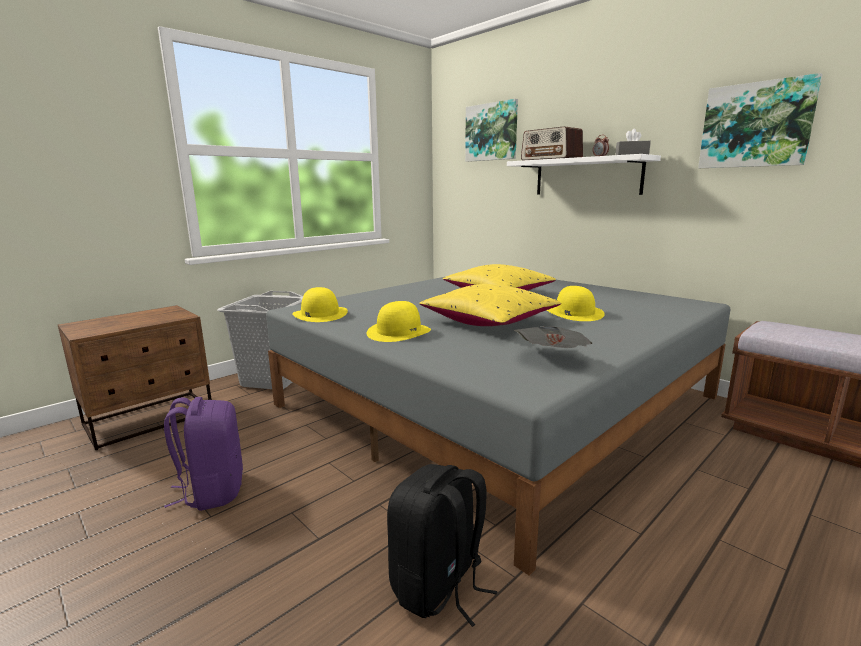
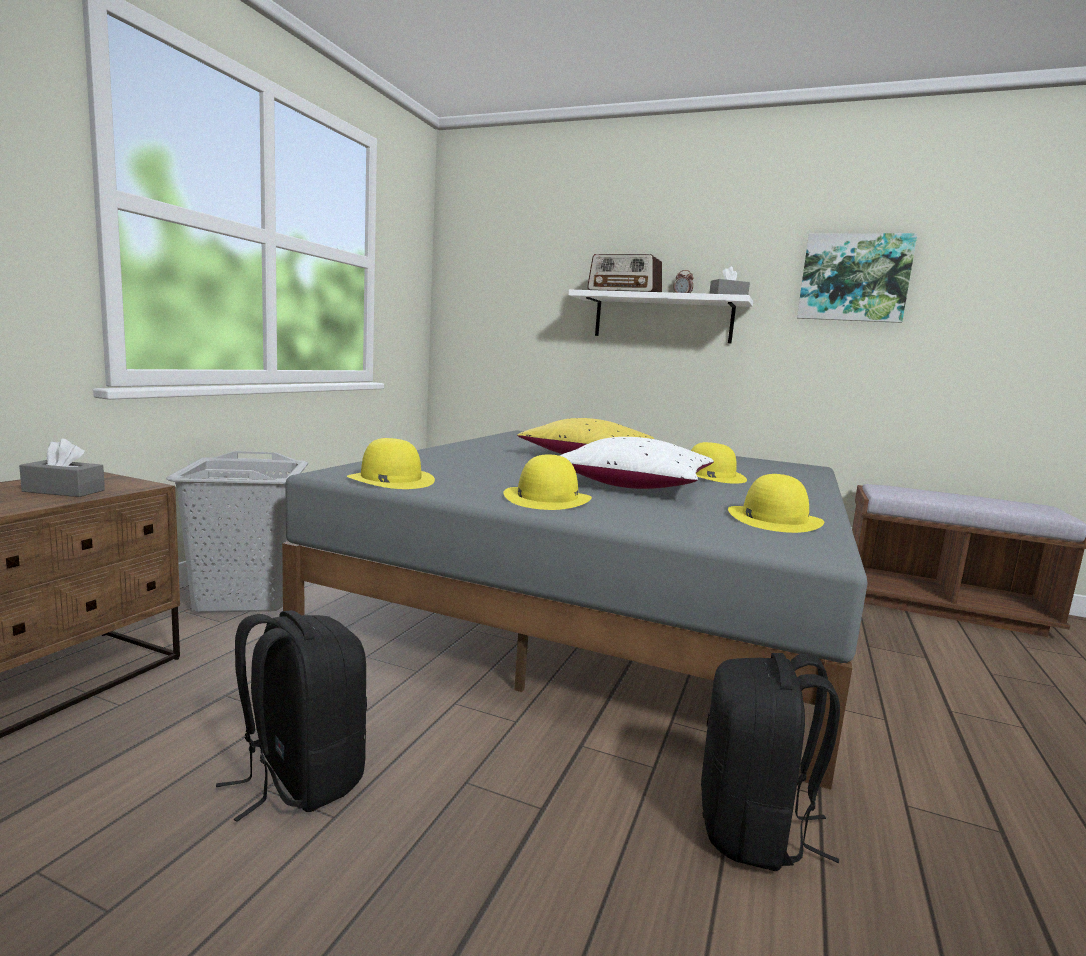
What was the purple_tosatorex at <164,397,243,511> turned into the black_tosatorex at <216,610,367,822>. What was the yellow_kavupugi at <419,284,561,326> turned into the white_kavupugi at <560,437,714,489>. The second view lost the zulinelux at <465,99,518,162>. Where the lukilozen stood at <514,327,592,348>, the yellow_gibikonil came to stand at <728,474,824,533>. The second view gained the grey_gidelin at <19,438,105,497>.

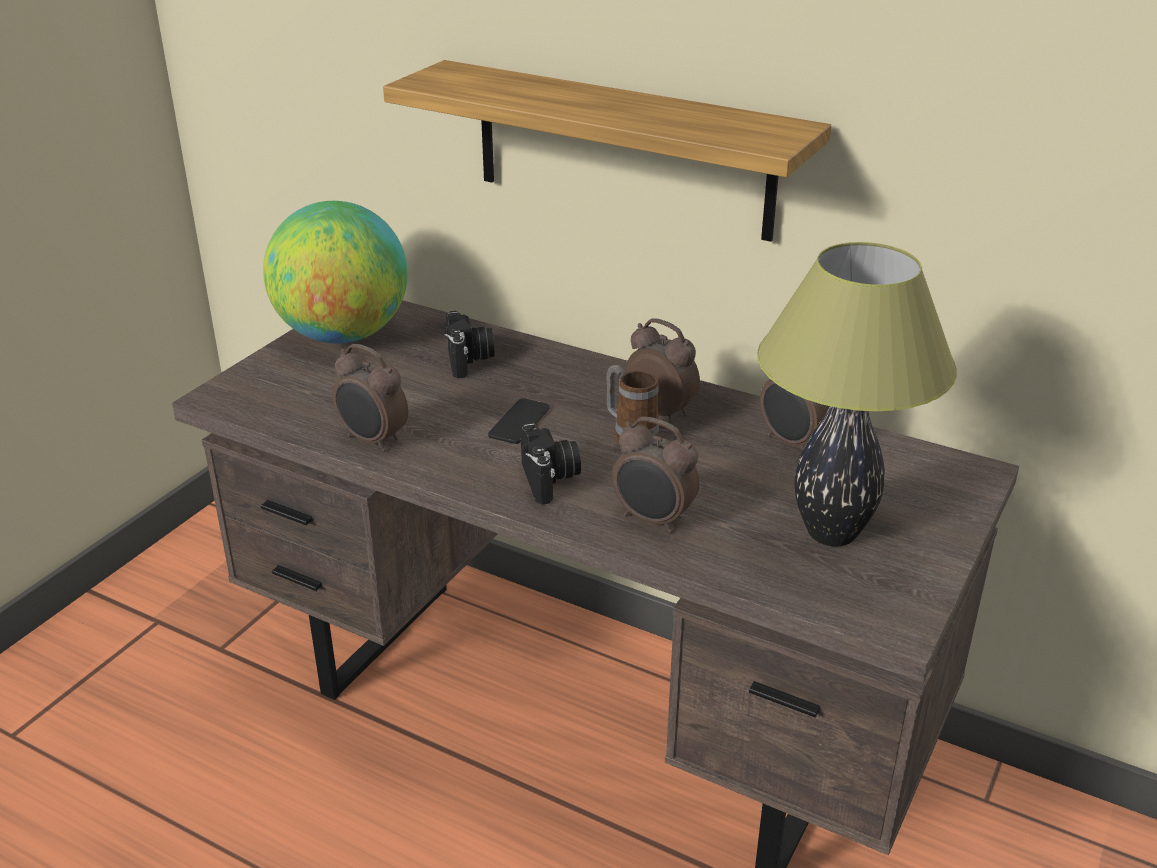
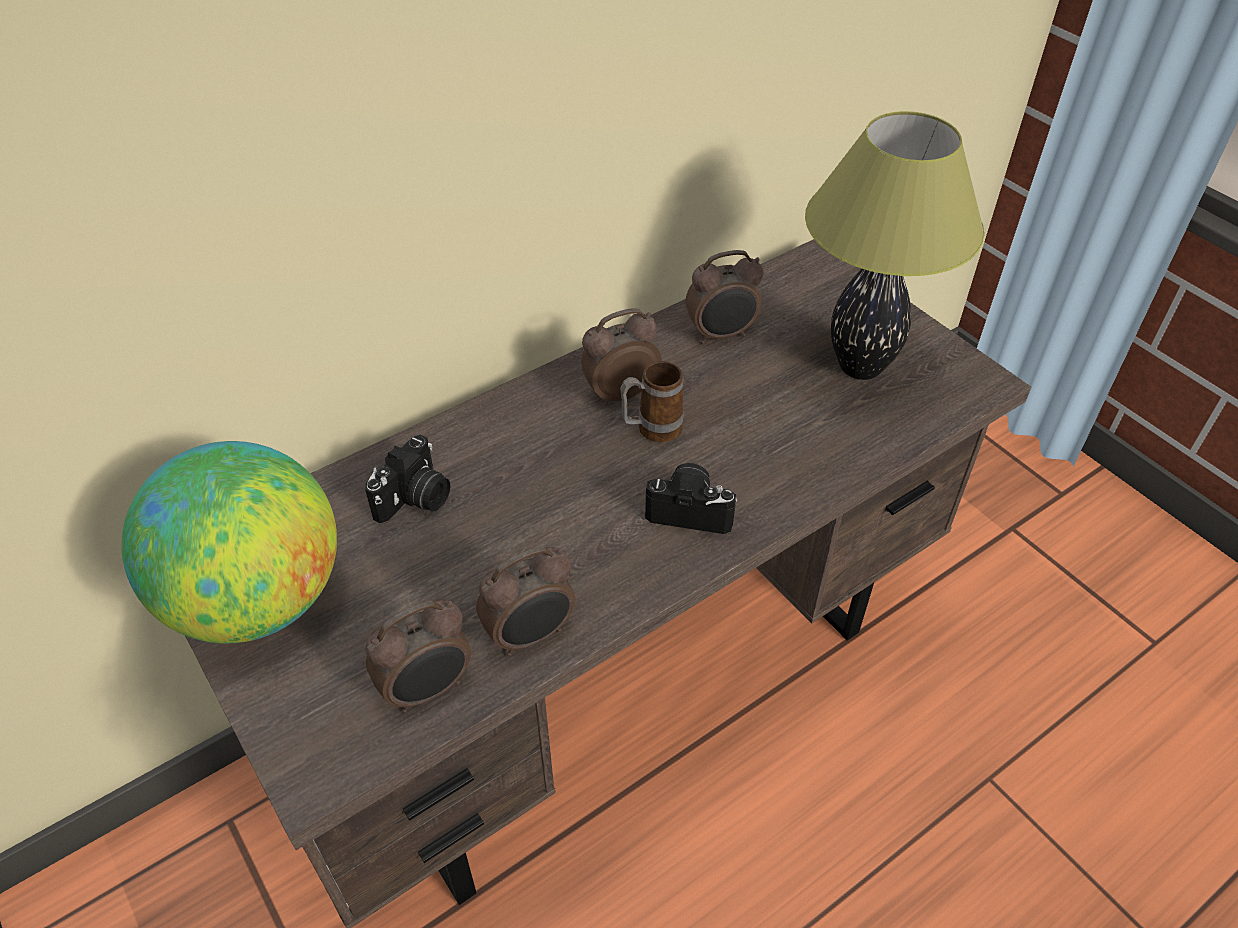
The second view lost the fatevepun at <383,60,831,242>. The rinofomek at <444,311,494,378> ended up facing another way, 105 degrees clockwise from before. The second view lost the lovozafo at <488,398,550,444>. The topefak ended up elsewhere, having gone from <612,417,699,533> to <366,600,471,713>.

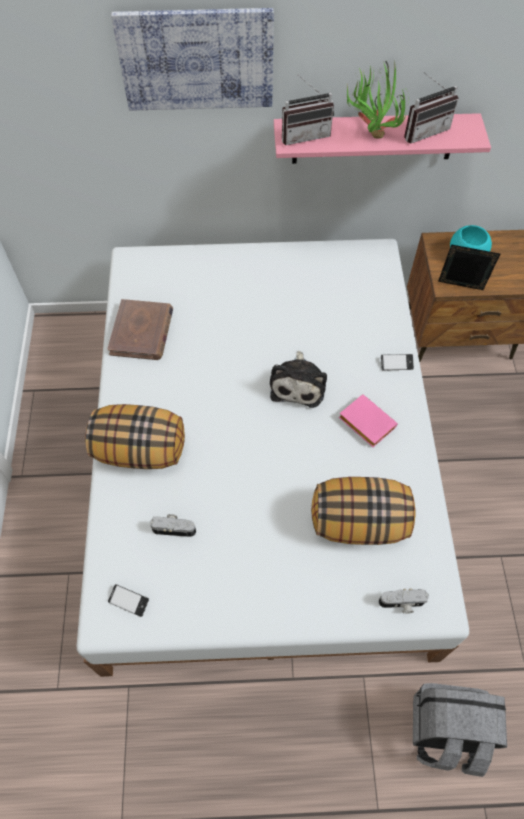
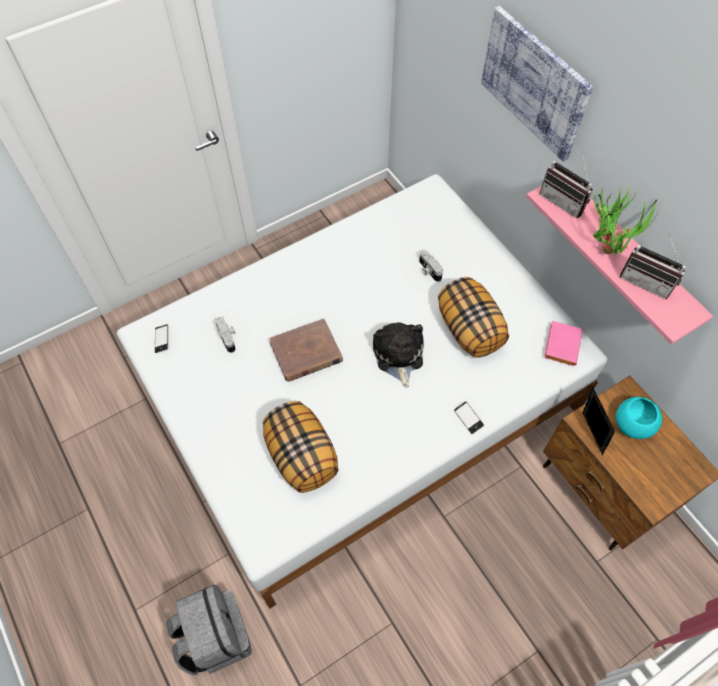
The kavupugi ended up elsewhere, having gone from <85,404,185,469> to <438,277,509,358>. The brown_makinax ended up elsewhere, having gone from <107,299,173,360> to <269,318,343,382>. The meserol at <270,351,327,408> ended up facing another way, 105 degrees clockwise from before. The pink_makinax ended up elsewhere, having gone from <339,394,398,447> to <544,321,583,366>. The rinofomek ended up elsewhere, having gone from <379,589,429,614> to <419,250,443,282>.

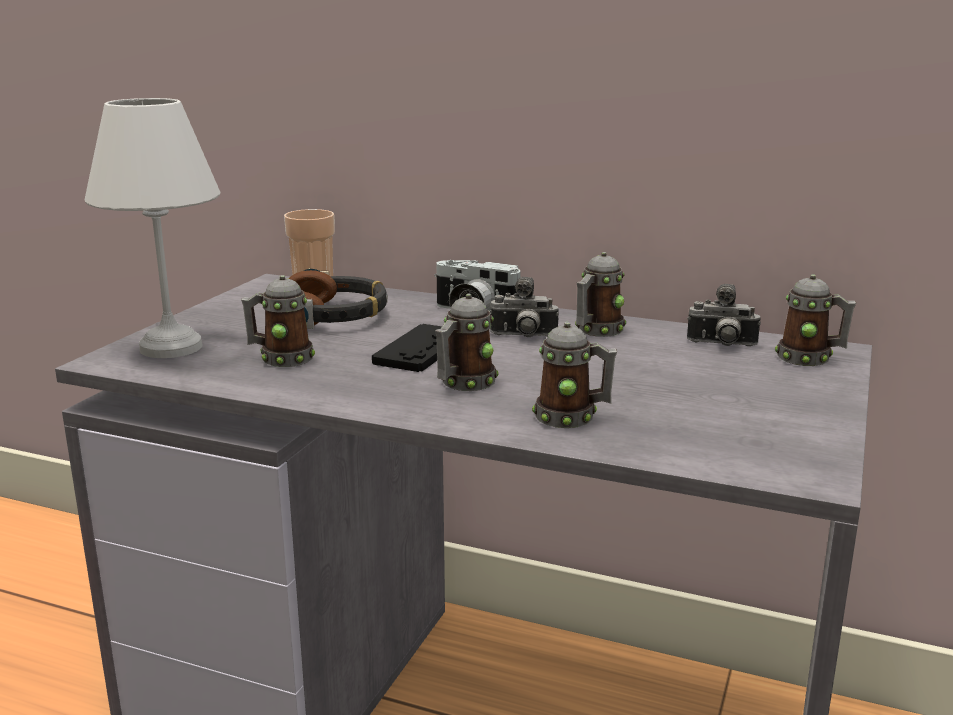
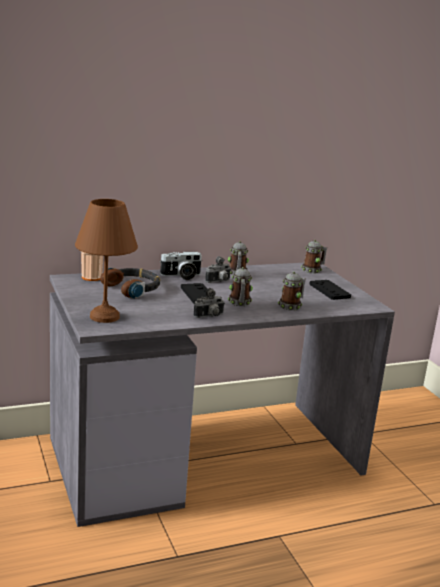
What was the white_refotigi at <85,98,220,358> turned into the brown_refotigi at <75,199,138,323>. The second view lost the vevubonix at <241,275,315,367>. The rinofomek ended up elsewhere, having gone from <687,284,761,346> to <193,288,224,318>. The second view gained the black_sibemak at <309,280,351,300>.

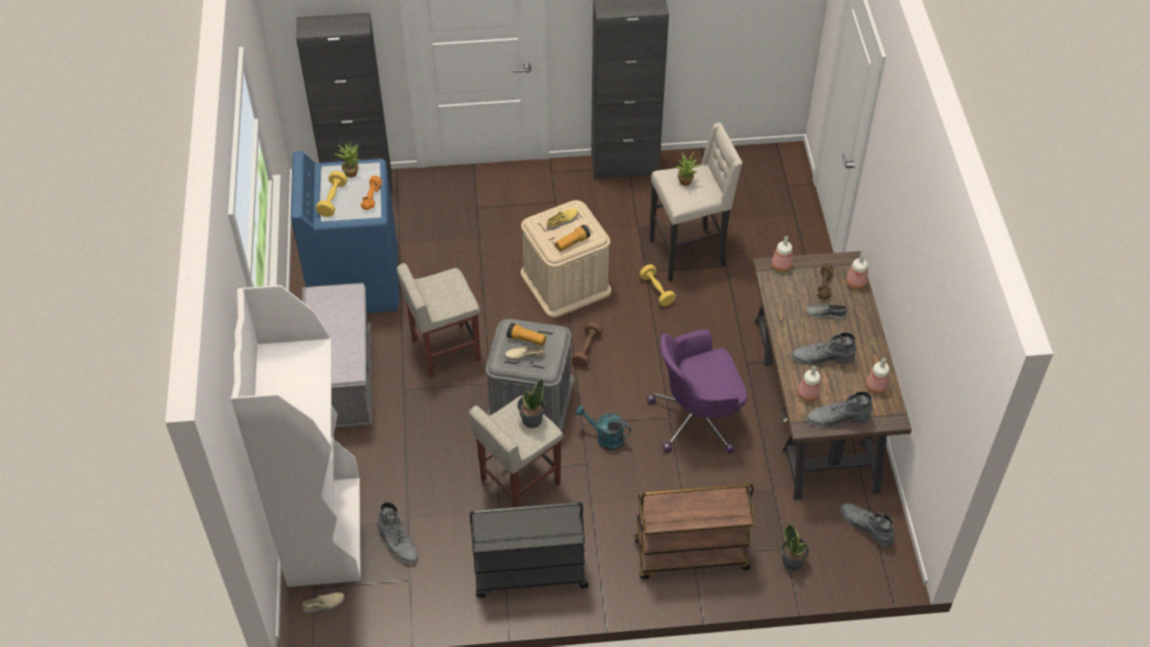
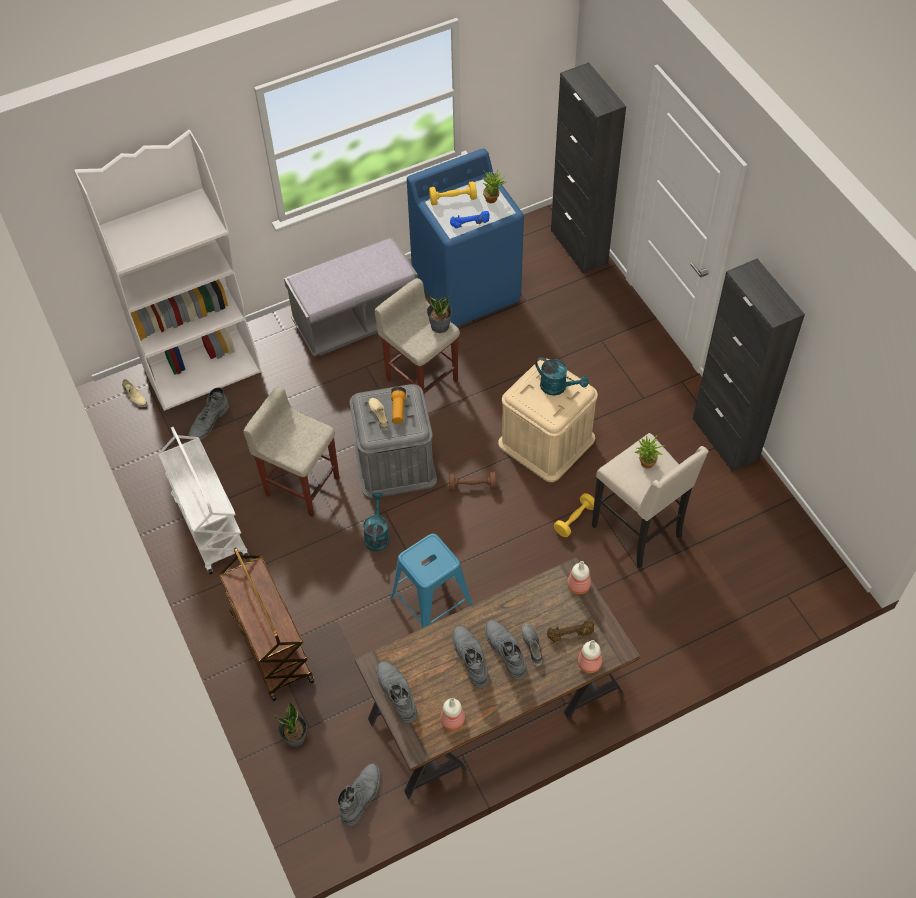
What was the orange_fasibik at <361,176,382,210> turned into the blue_fasibik at <450,211,490,229>. What was the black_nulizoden at <470,502,589,598> turned into the white_nulizoden at <158,427,249,574>. The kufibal ended up elsewhere, having gone from <517,379,545,428> to <427,295,452,333>. Where the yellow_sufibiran stood at <547,208,578,230>, the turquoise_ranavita came to stand at <535,357,589,396>. The second view lost the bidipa at <555,225,590,252>. Where the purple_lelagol stood at <647,330,747,454>, the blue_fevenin came to stand at <390,534,472,628>. The second view lost the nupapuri at <798,366,820,402>. The second view gained the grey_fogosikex at <485,620,527,680>.

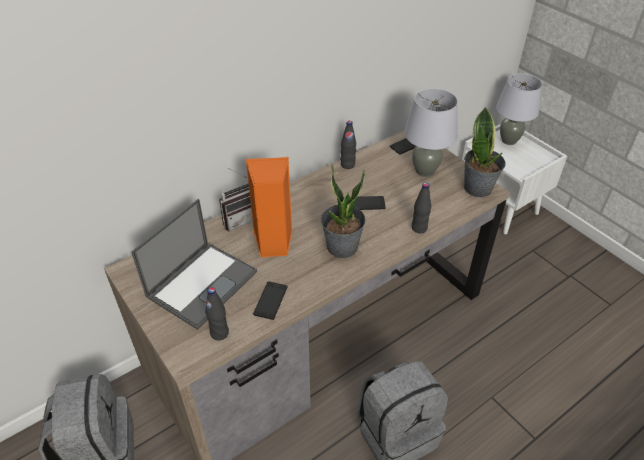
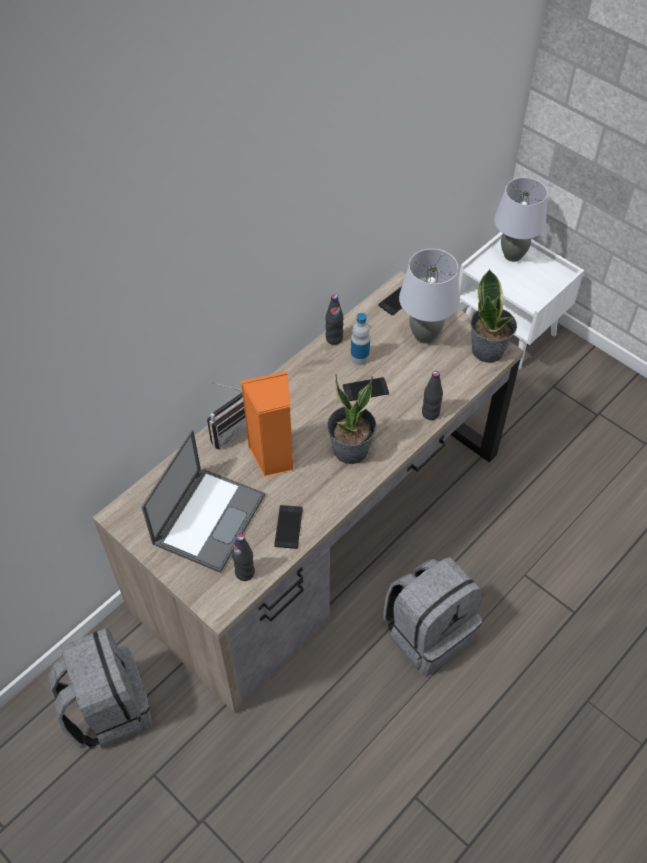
The second view gained the nupapuri at <351,313,370,365>.

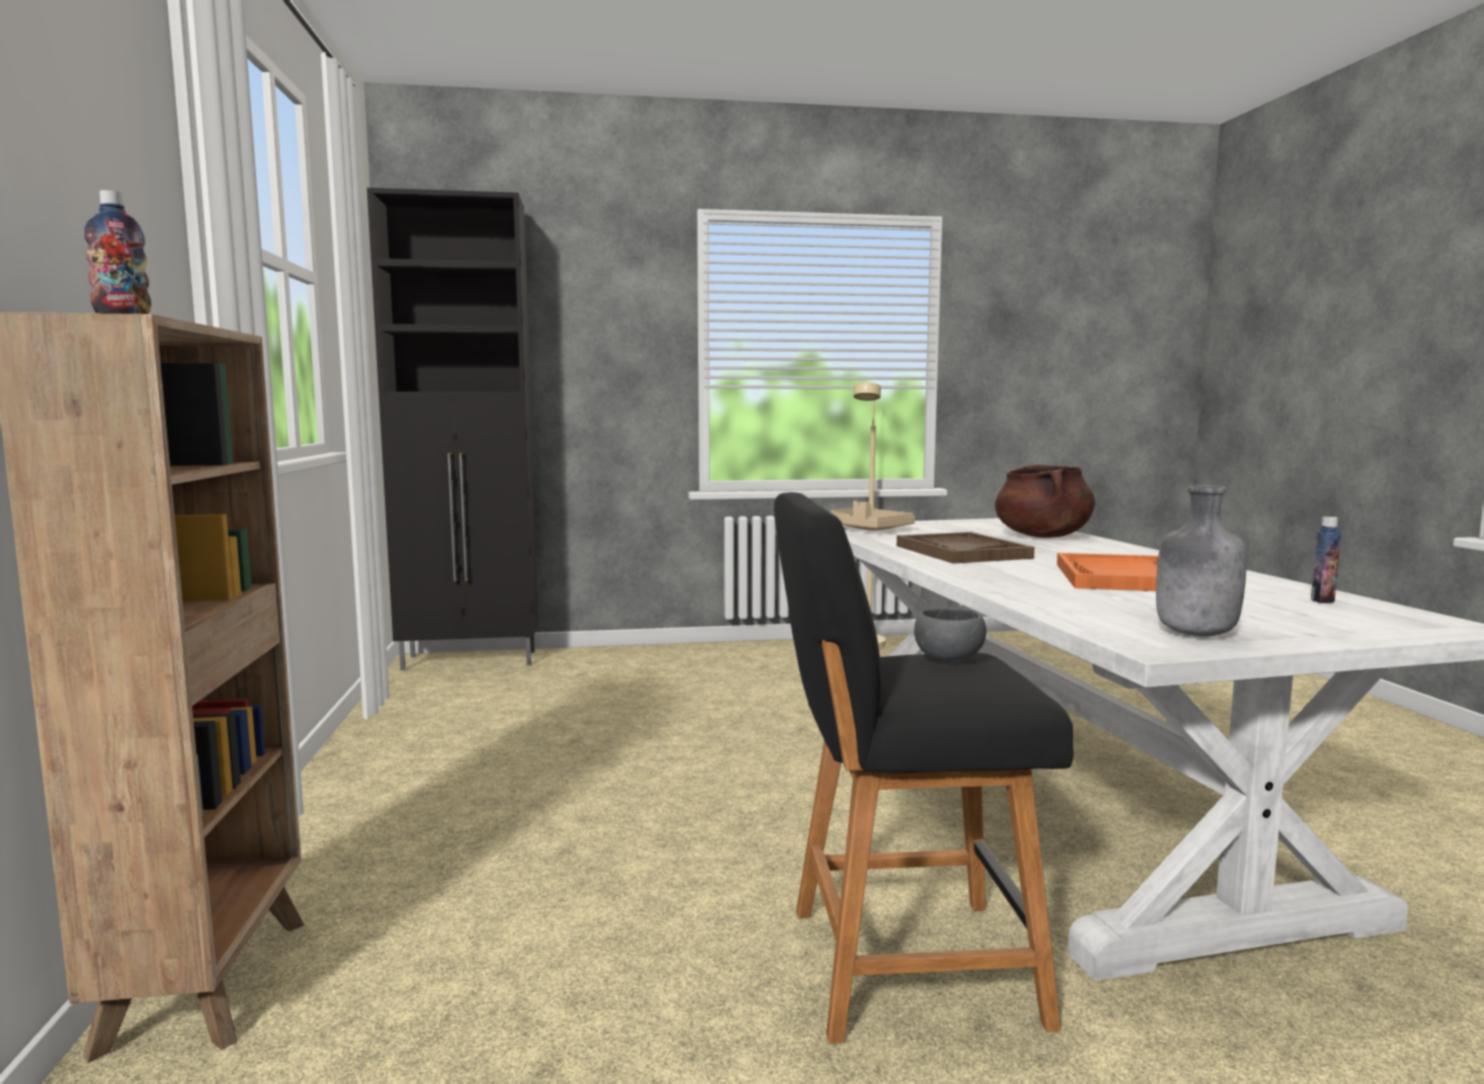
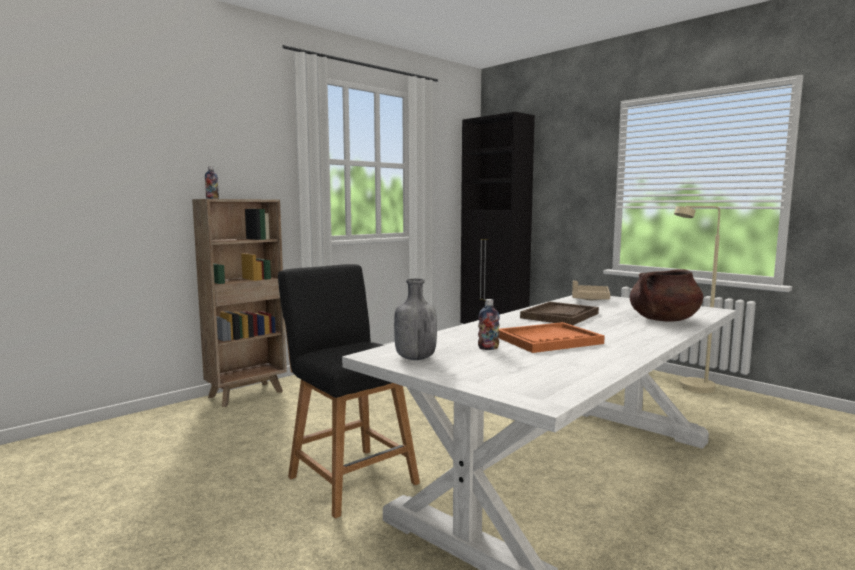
The second view lost the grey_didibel at <914,608,986,662>. The nupapuri ended up elsewhere, having gone from <1311,517,1341,603> to <478,299,500,350>.

